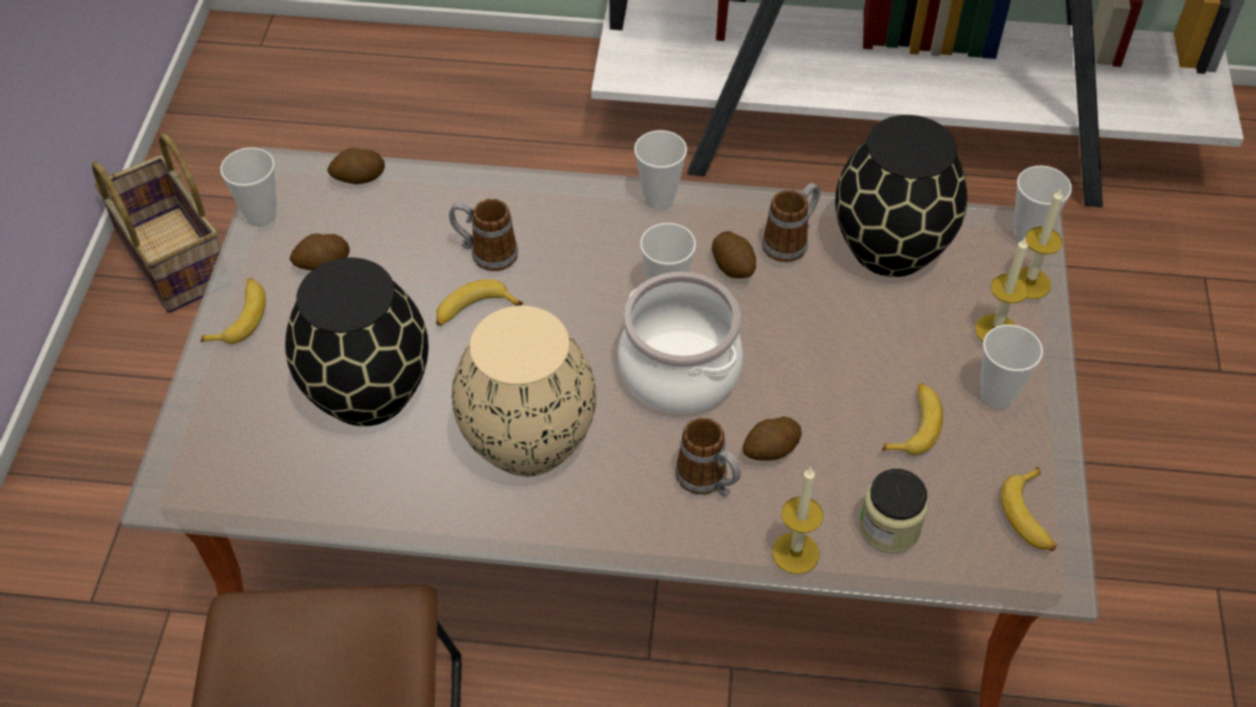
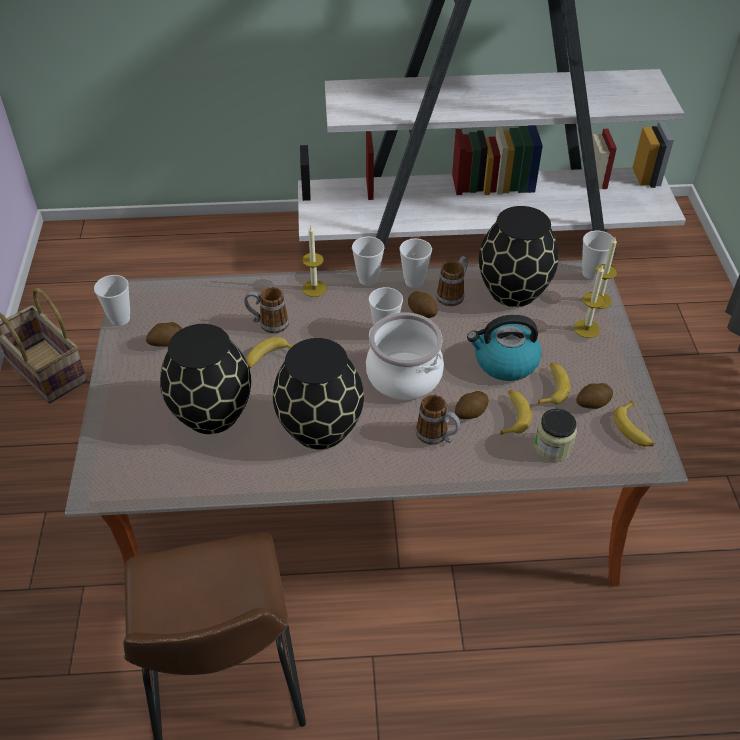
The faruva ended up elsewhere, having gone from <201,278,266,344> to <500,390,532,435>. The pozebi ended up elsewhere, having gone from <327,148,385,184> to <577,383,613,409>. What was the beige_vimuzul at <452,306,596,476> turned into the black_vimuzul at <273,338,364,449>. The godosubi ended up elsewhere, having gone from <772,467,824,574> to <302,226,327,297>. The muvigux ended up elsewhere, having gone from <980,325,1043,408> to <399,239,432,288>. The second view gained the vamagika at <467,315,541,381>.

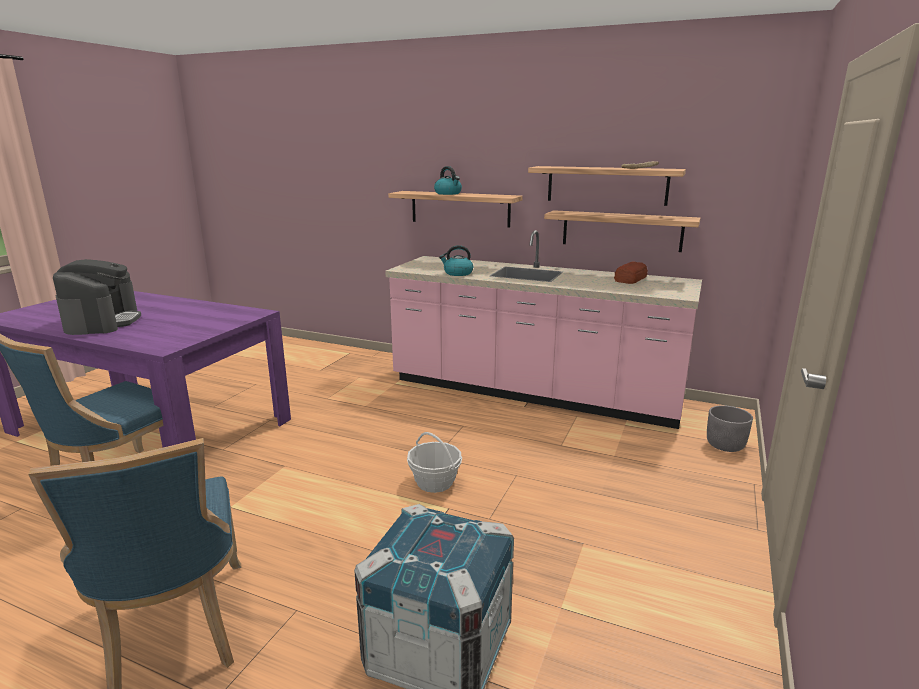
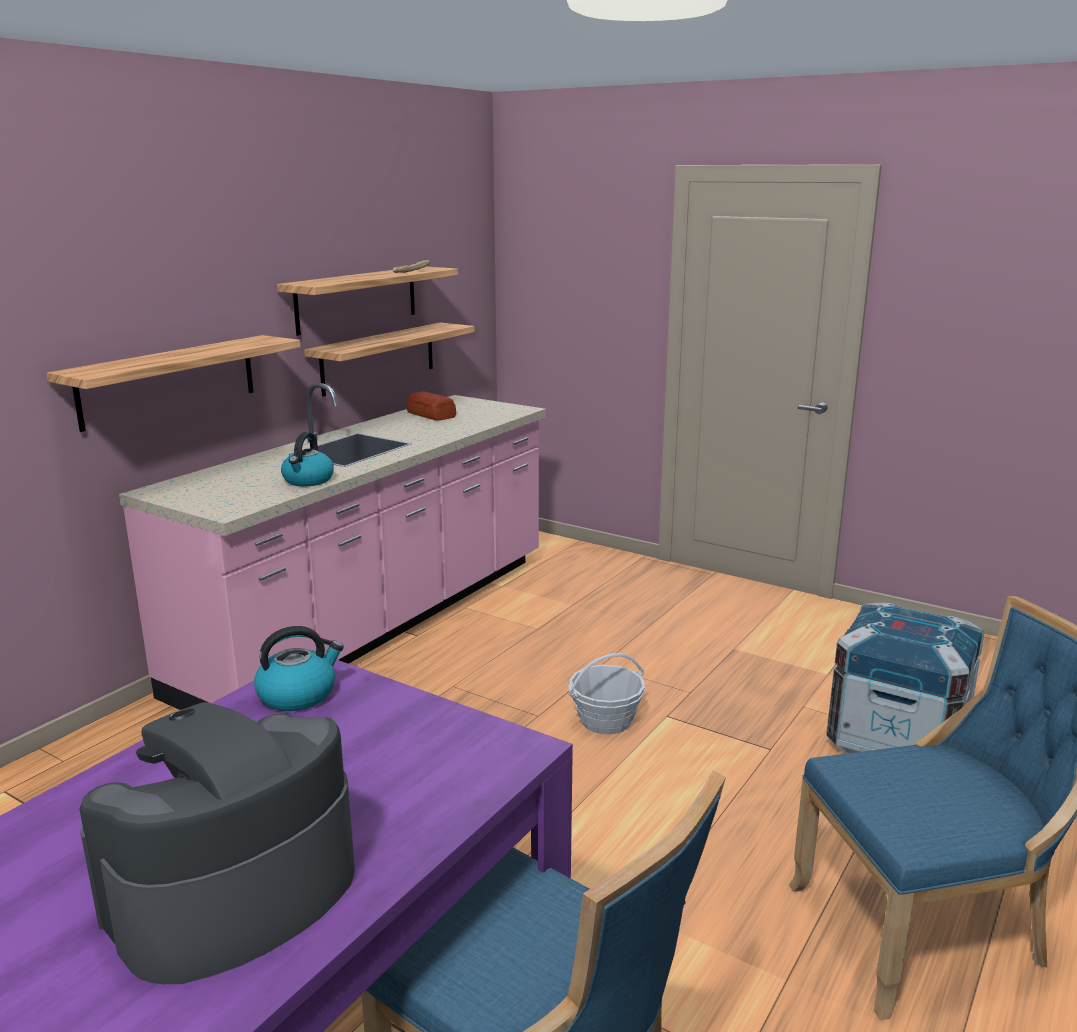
The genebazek at <53,259,141,335> ended up facing another way, 45 degrees counterclockwise from before. The vamagika ended up elsewhere, having gone from <434,166,462,195> to <254,626,344,711>. The second view lost the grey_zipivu at <707,405,753,452>.

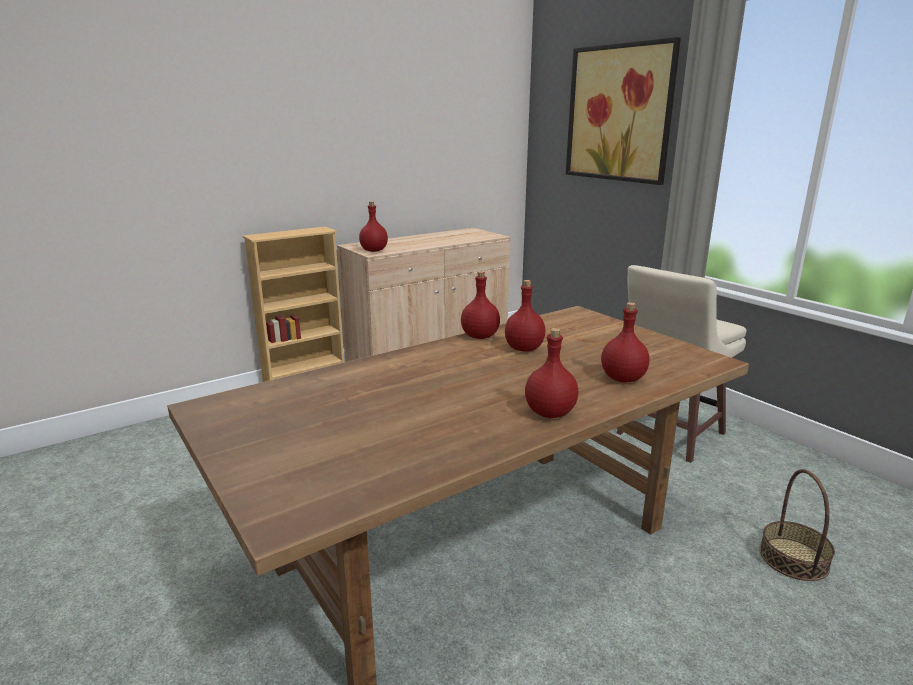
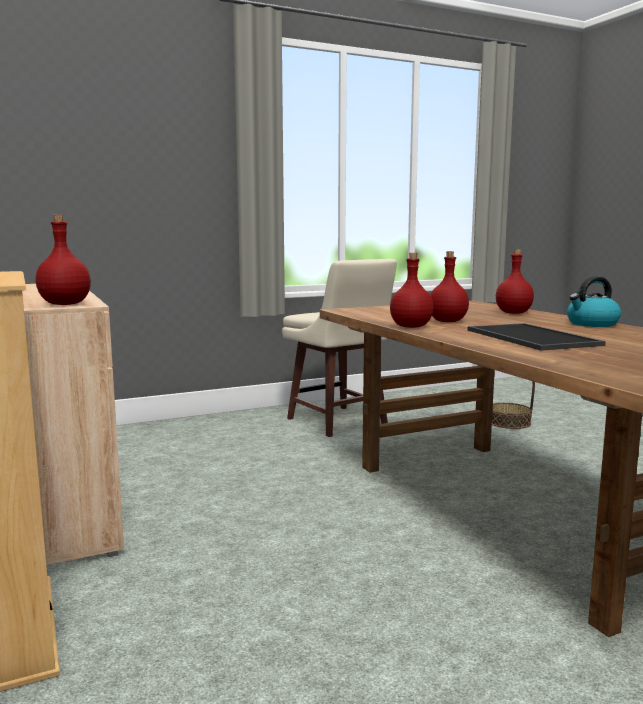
Where the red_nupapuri stood at <525,328,578,418>, the vamagika came to stand at <567,276,621,327>. The second view lost the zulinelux at <566,37,681,185>. The second view gained the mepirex at <467,323,606,351>.

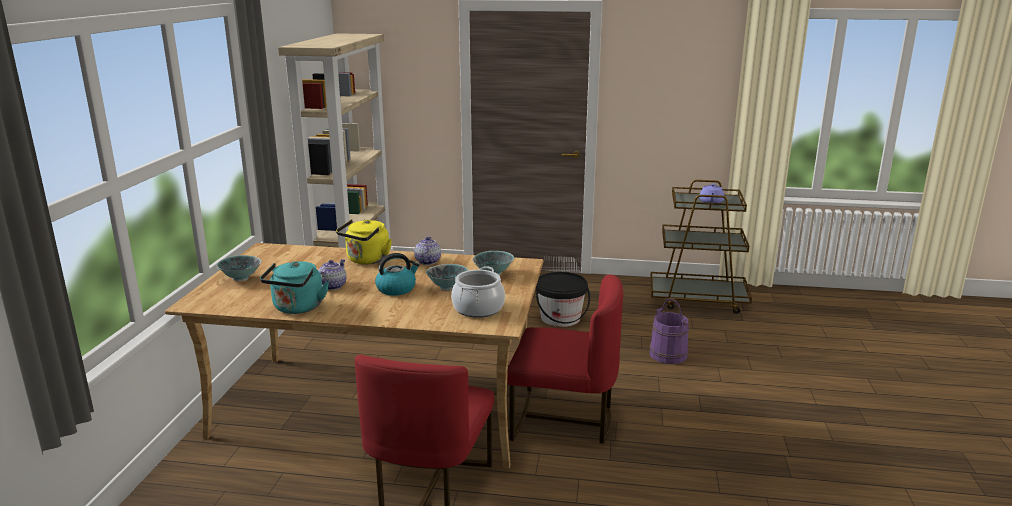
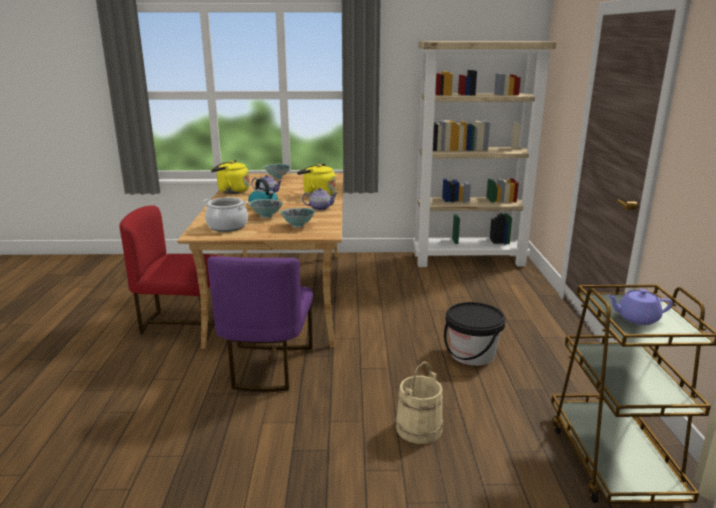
What was the turquoise_vamagika at <260,261,329,314> turned into the yellow_vamagika at <211,160,250,194>. What was the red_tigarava at <507,274,623,444> turned into the purple_tigarava at <207,256,313,392>. What was the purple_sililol at <650,298,689,364> turned into the beige_sililol at <396,361,443,444>.

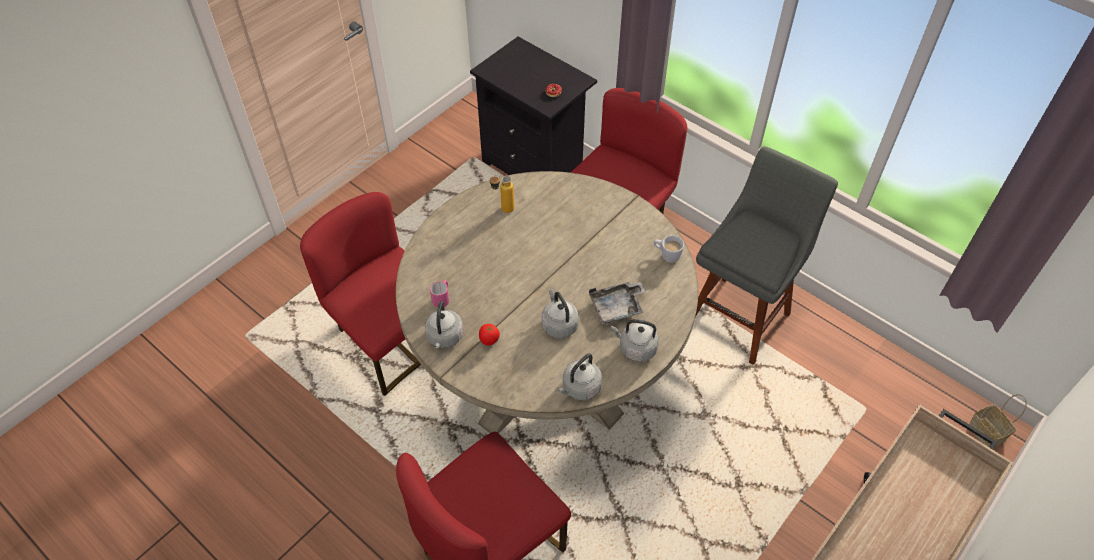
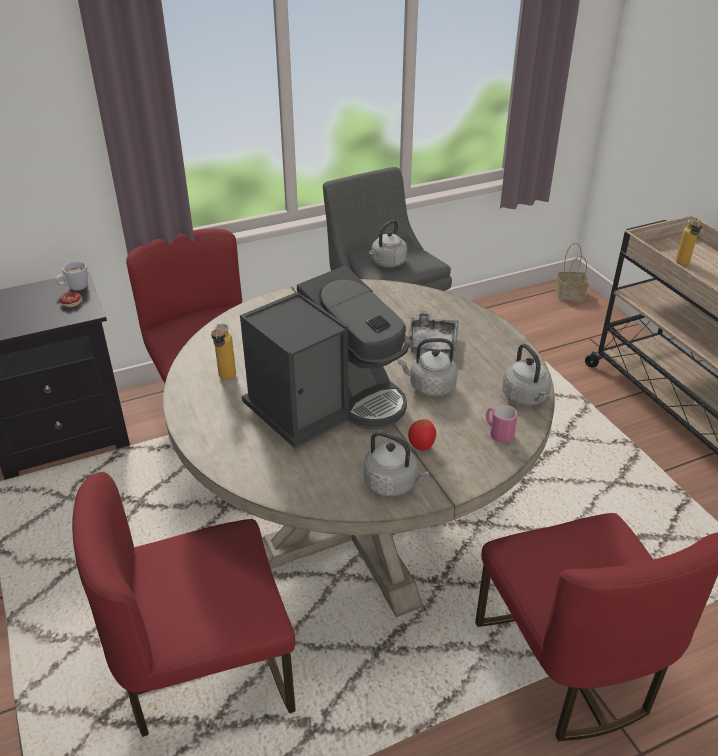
The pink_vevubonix ended up elsewhere, having gone from <430,280,449,308> to <486,405,518,443>. The grey_vamagika ended up elsewhere, having gone from <611,319,659,362> to <369,220,407,268>. The white_vevubonix ended up elsewhere, having gone from <654,235,684,263> to <55,261,88,290>. The second view gained the genebazek at <240,265,409,449>. The second view gained the nupapuri at <676,217,703,265>.

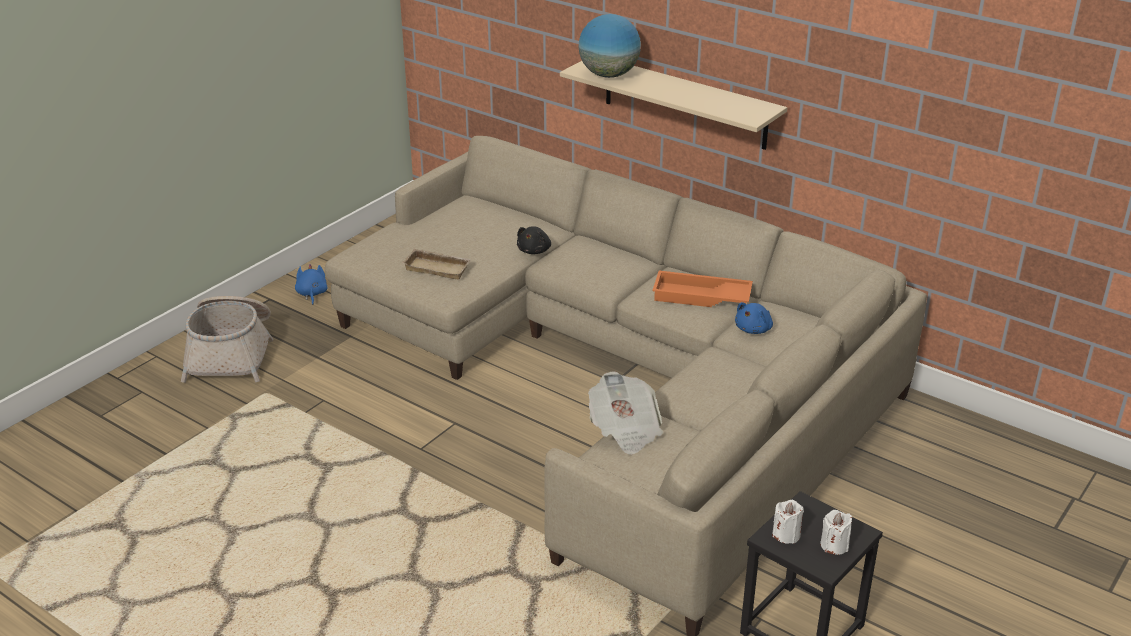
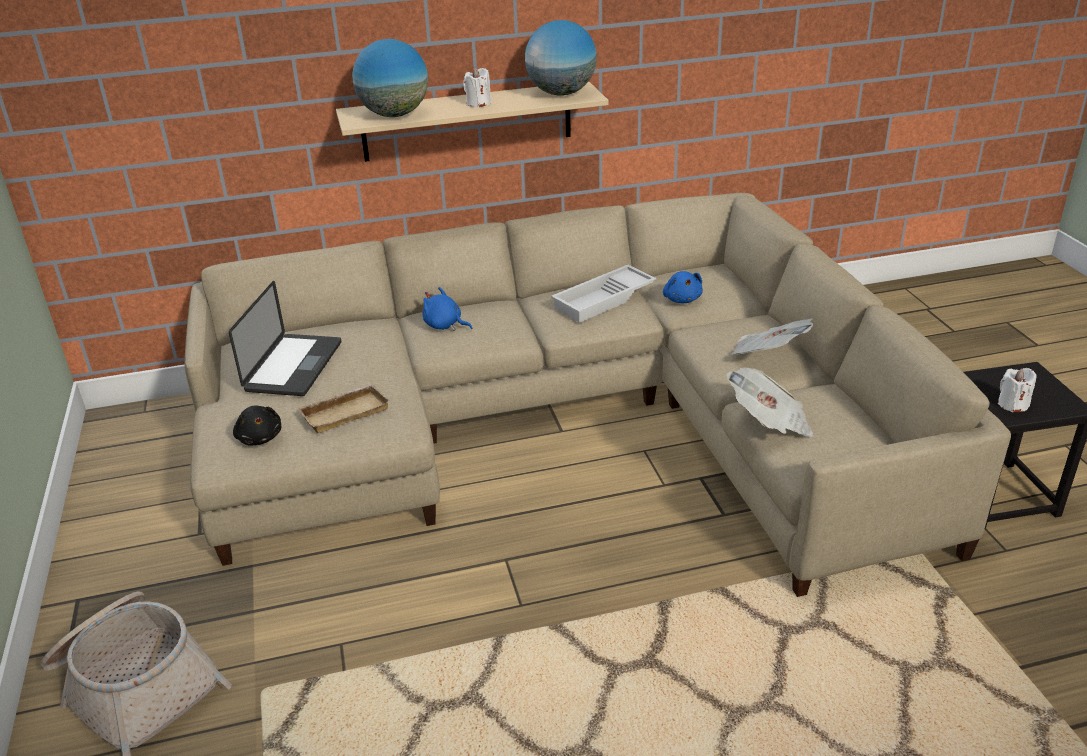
The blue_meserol ended up elsewhere, having gone from <295,264,328,305> to <423,287,473,331>. The black_meserol ended up elsewhere, having gone from <517,226,551,254> to <233,406,281,445>. What was the orange_mepirex at <652,271,753,307> turned into the white_mepirex at <551,265,657,323>. The white_godosubi ended up elsewhere, having gone from <820,510,852,555> to <463,67,491,107>. The second view gained the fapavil at <229,281,341,396>. The second view gained the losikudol at <525,20,597,95>. The second view gained the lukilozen at <730,319,813,355>.

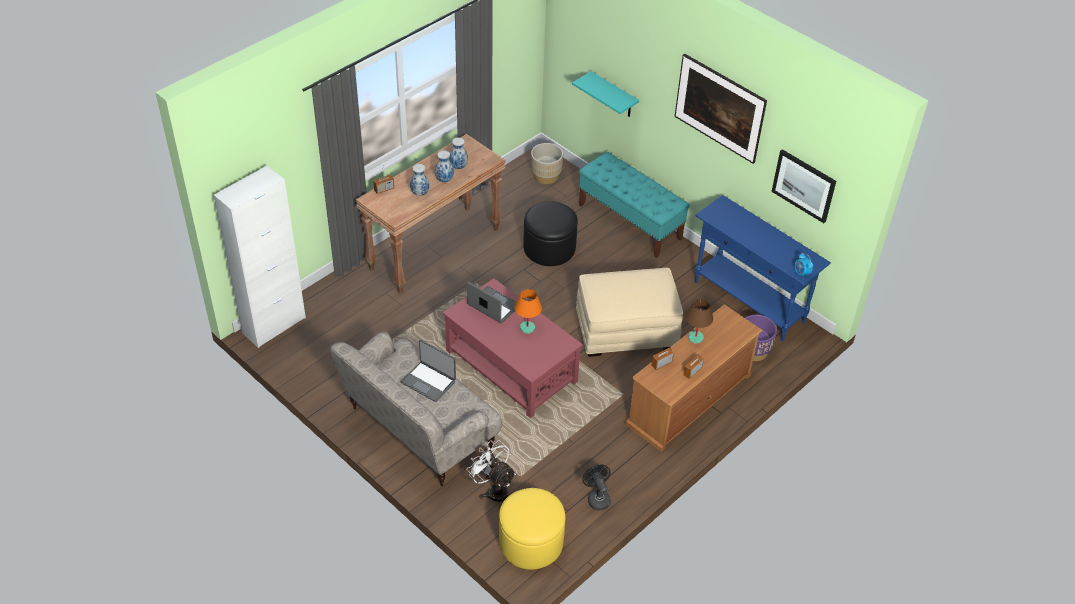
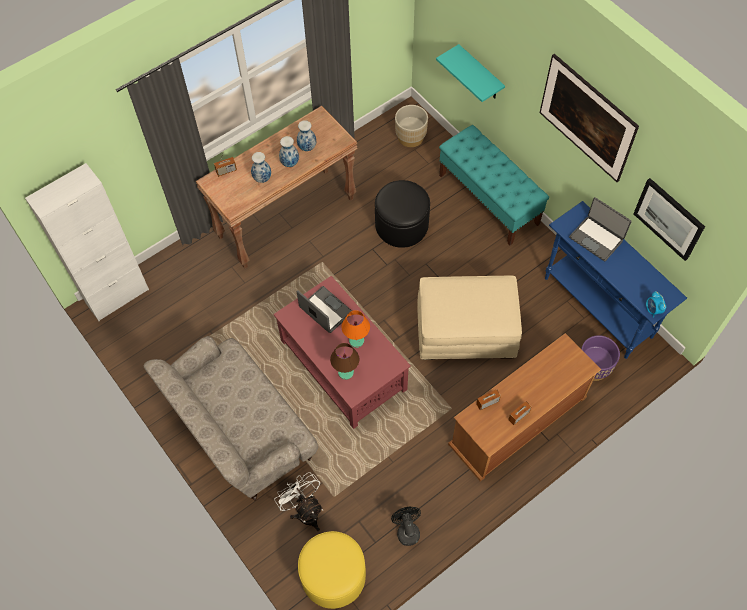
The fapavil ended up elsewhere, having gone from <401,339,456,402> to <569,197,632,261>. The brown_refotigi ended up elsewhere, having gone from <685,299,713,344> to <330,343,359,380>.

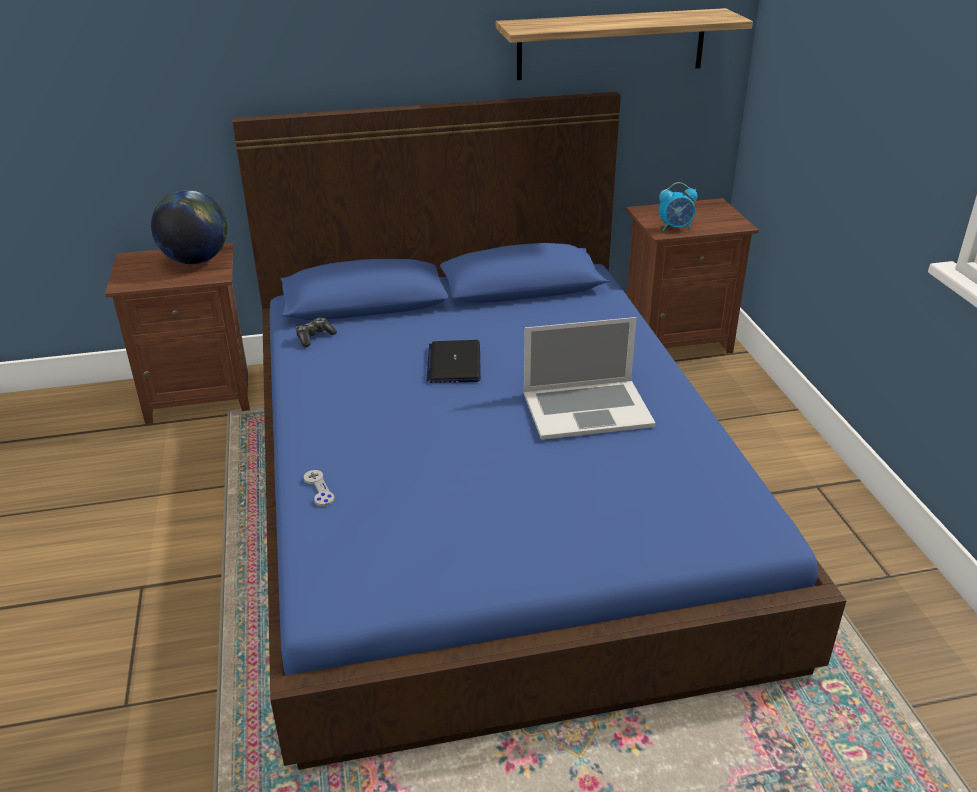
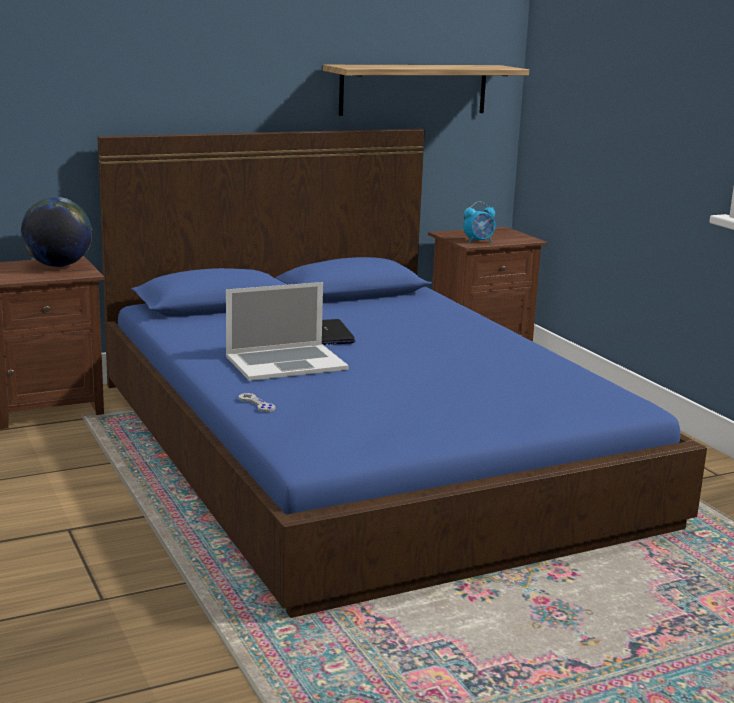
The second view lost the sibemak at <296,317,337,347>. The fapavil ended up elsewhere, having gone from <524,317,656,440> to <226,282,349,381>.

